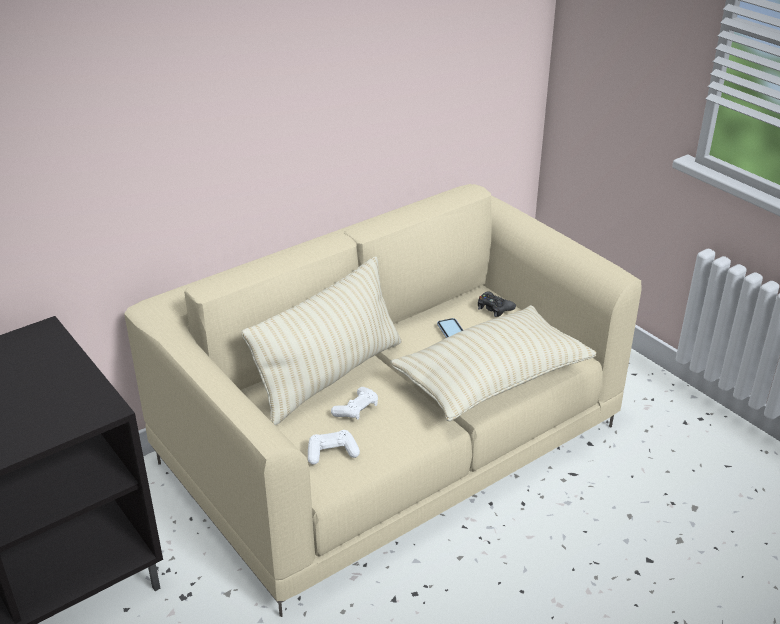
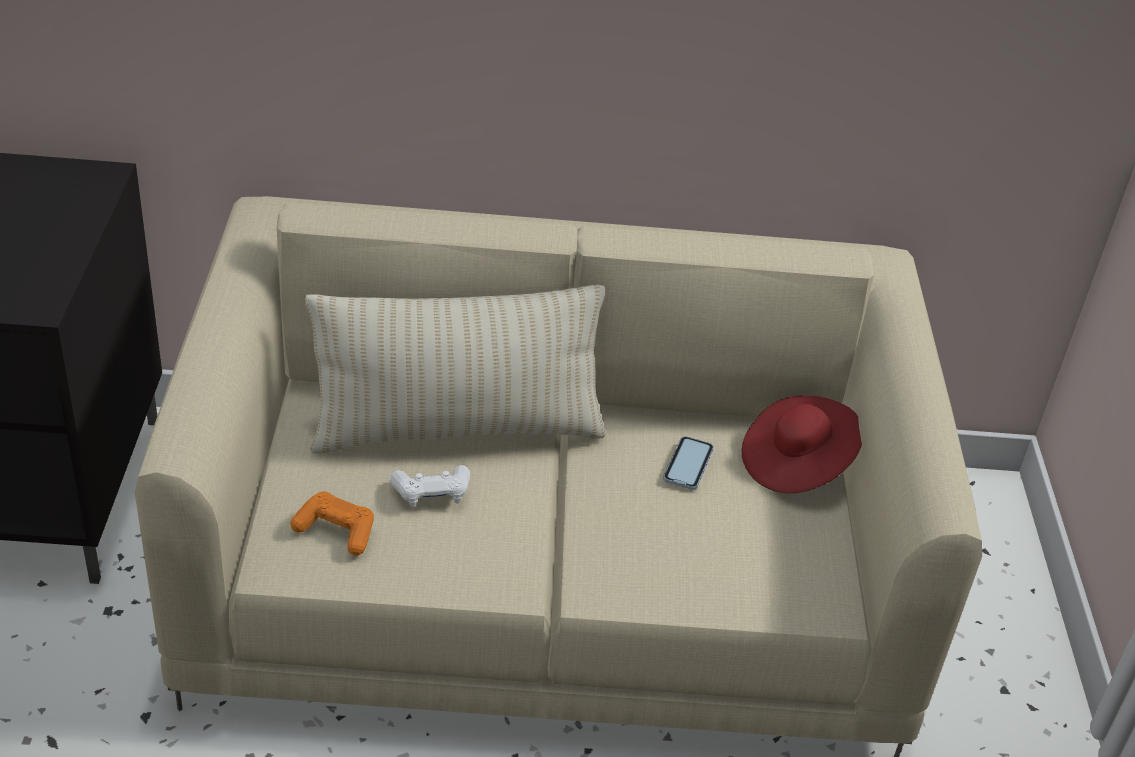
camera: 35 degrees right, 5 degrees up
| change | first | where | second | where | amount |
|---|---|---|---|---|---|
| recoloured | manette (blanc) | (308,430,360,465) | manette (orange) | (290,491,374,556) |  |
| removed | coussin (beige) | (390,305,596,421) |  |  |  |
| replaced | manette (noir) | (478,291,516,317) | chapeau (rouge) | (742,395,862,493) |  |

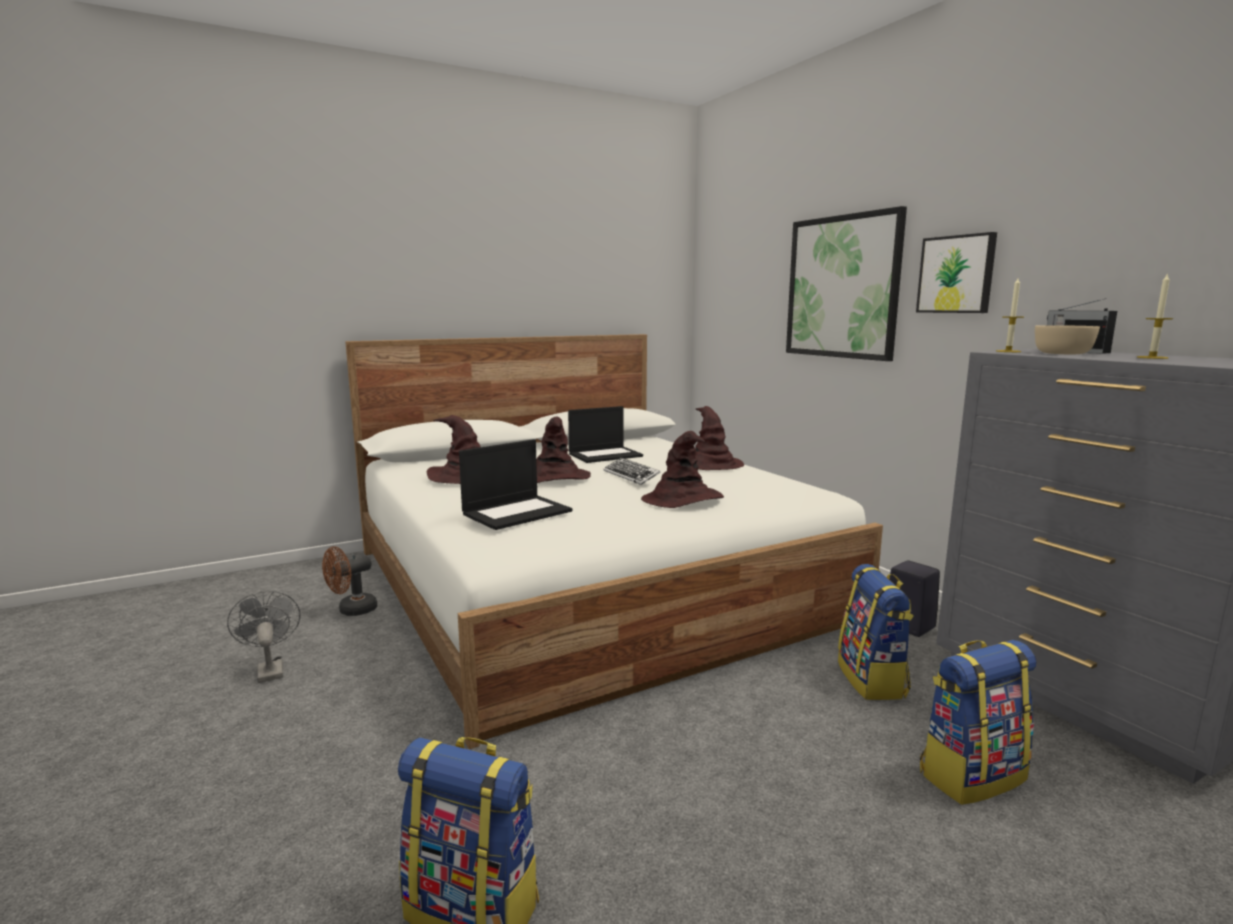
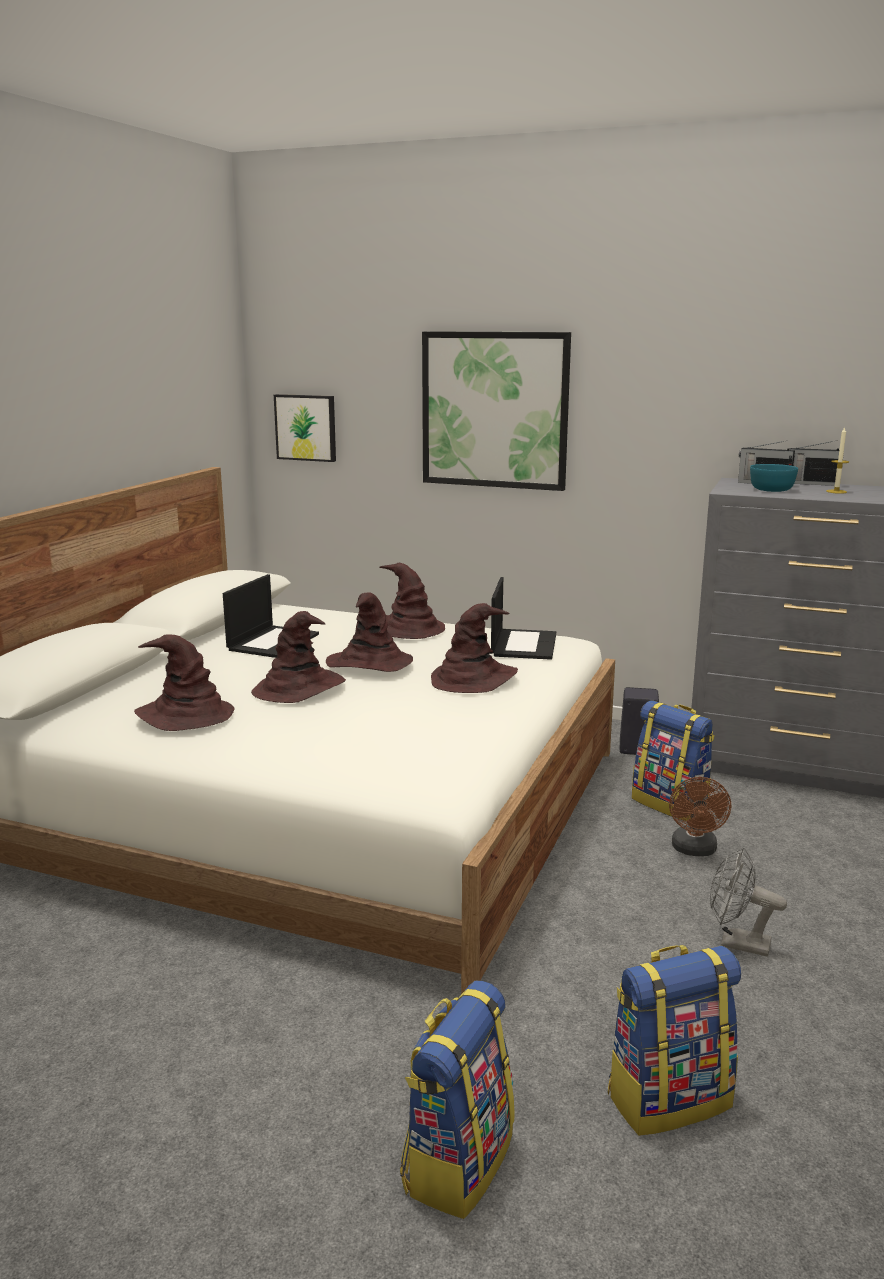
camera: 40 degrees left, 5 degrees up
| change | first | where | second | where | amount |
|---|---|---|---|---|---|
| moved | ventilateur (gris) | (227,591,300,683) |  | (710,848,787,957) |  |
| moved | ventilateur (marron) | (322,546,377,616) |  | (669,777,731,856) |  |
| moved | ordinateur portable | (459,439,572,530) |  | (491,577,556,660) |  |
| replaced | clavier | (604,458,661,485) | chapeau (marron) | (326,592,413,672) |  |
| moved | tableau | (916,232,997,313) |  | (274,394,336,462) |  |
| moved | sac à dos | (920,640,1037,805) |  | (400,981,514,1219) |  |
| removed | bougie | (996,278,1024,352) |  |  |  |
| recoloured | bol (beige) | (1035,325,1100,354) | bol (turquoise) | (750,464,798,492) |  |
| added |  |  | radio | (790,440,844,486) |  |

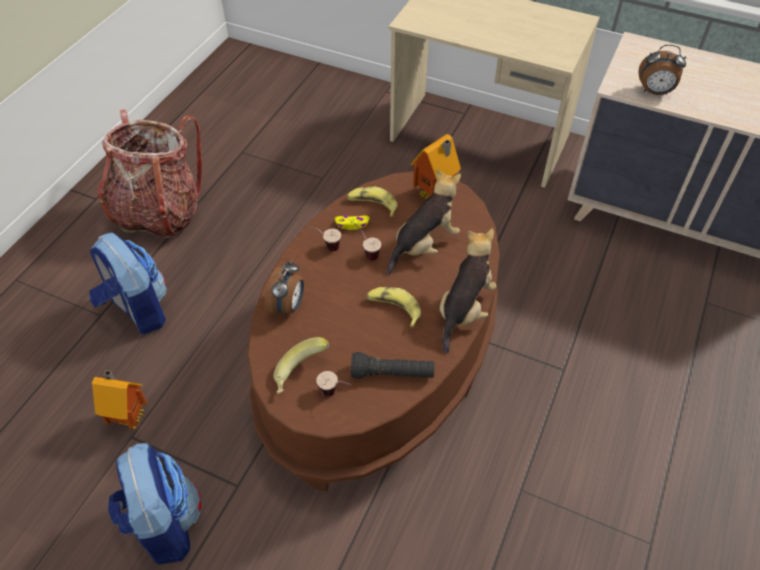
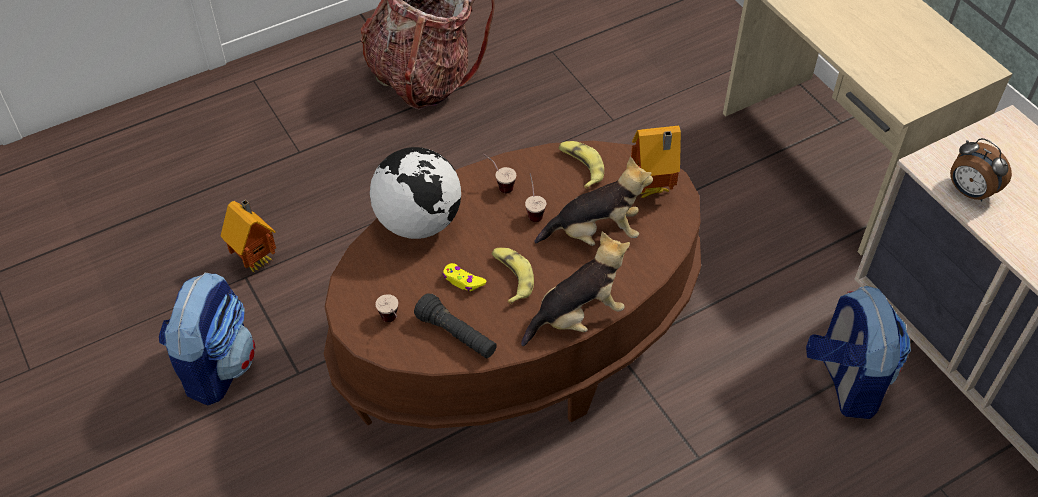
camera: 35 degrees right, 0 degrees up
| change | first | where | second | where | amount |
|---|---|---|---|---|---|
| moved | sac à dos | (89,233,167,335) |  | (806,286,911,419) |  |
| replaced | réveil | (265,260,304,316) | globe | (370,147,461,239) |  |
| removed | banane | (274,337,329,394) |  |  |  |
| moved | manette (jaune) | (335,215,370,230) |  | (442,263,486,291) |  |

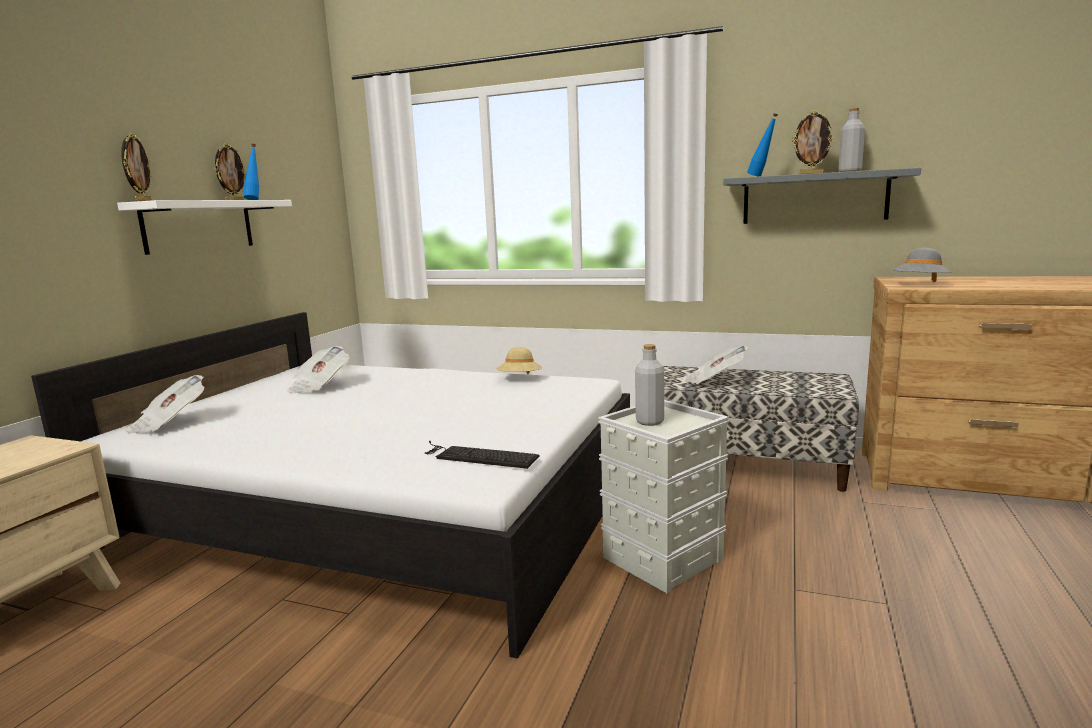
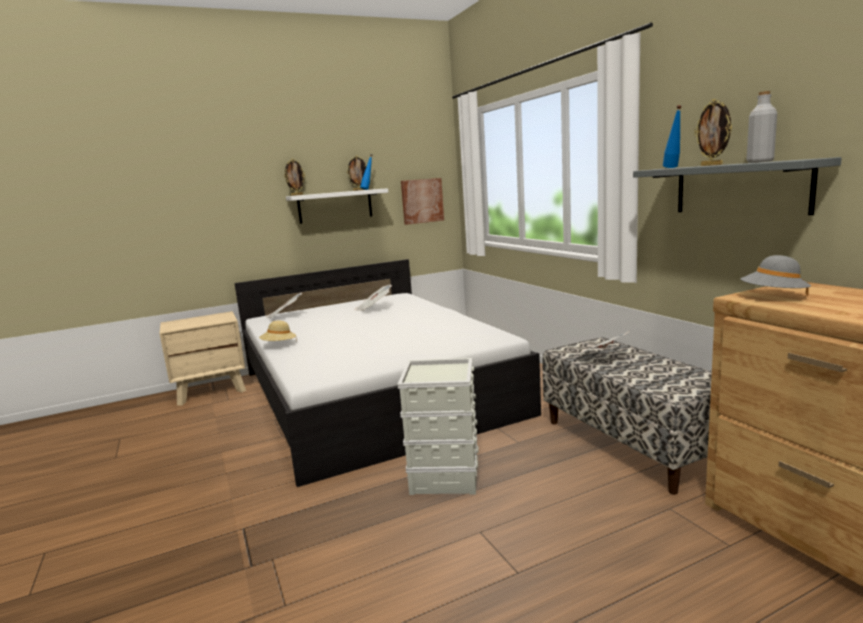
camera: 45 degrees right, 0 degrees up
| change | first | where | second | where | amount |
|---|---|---|---|---|---|
| removed | clavier | (424,441,540,469) |  |  |  |
| moved | chapeau (beige) | (496,347,542,374) |  | (259,321,297,341) |  |
| removed | bouteille (gris) | (635,344,664,426) |  |  |  |
| added |  |  | tableau | (401,178,444,225) |  |

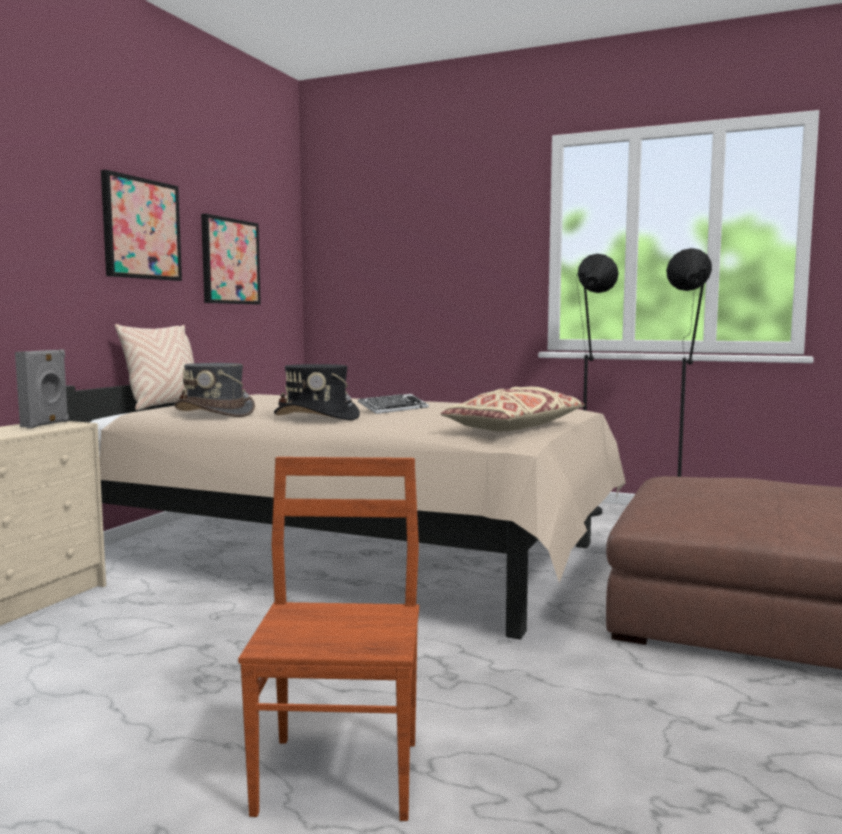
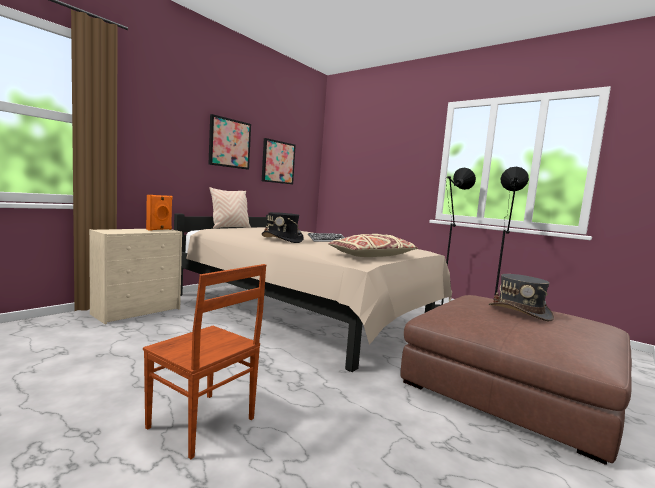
camera: 15 degrees right, 0 degrees up
| change | first | where | second | where | amount |
|---|---|---|---|---|---|
| recoloured | enceinte (gris) | (15,349,69,428) | enceinte (orange) | (146,195,173,231) |  |
| moved | chapeau (gris) | (175,363,255,417) |  | (489,274,554,321) |  |
| turned | chaise (marron) | (238,457,419,821) |  | (143,264,266,459) | 105 degrees clockwise |

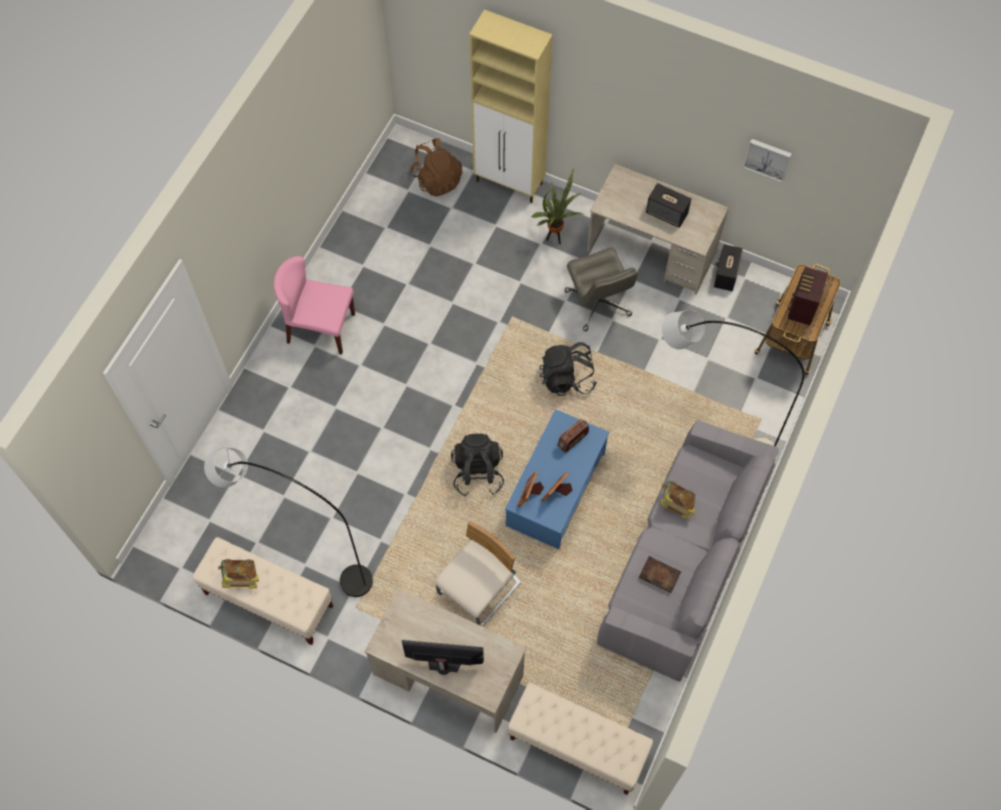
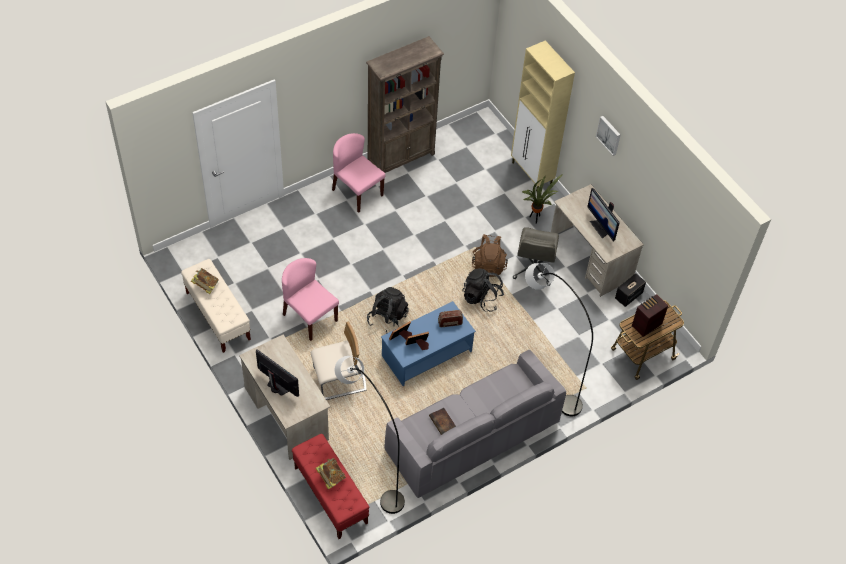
camera: 30 degrees right, 10 degrees down
| change | first | where | second | where | amount |
|---|---|---|---|---|---|
| moved | lampadaire (gris) | (204,448,373,597) |  | (335,356,405,514) |  |
| moved | sac à dos (marron) | (410,138,462,197) |  | (472,234,508,277) |  |
| recoloured | banc (beige) | (508,683,653,795) | banc (rouge) | (292,434,369,539) |  |
| replaced | enceinte | (646,183,692,228) | écran d'ordinateur | (587,188,620,242) |  |
| moved | livre | (660,480,695,520) |  | (315,458,346,490) |  |
| moved | tableau | (743,139,792,182) |  | (596,116,620,156) |  |
| added |  |  | chaise (rose) | (282,258,339,341) |  |
| added |  |  | bibliothèque (marron) | (366,36,444,173) |  |

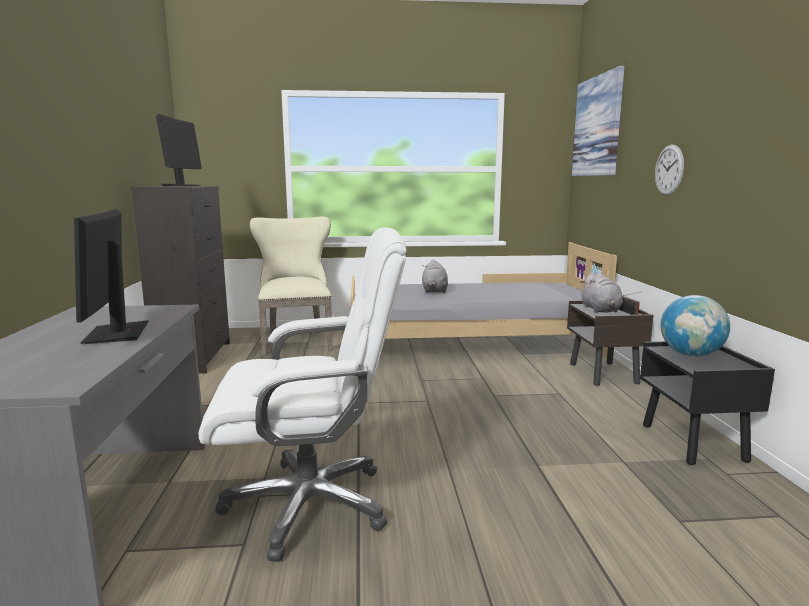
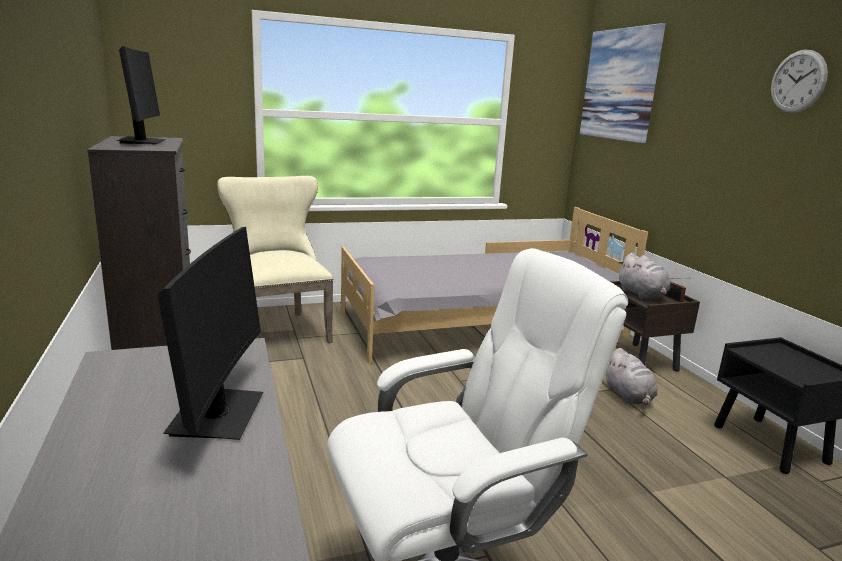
camera: 15 degrees left, 5 degrees up
| change | first | where | second | where | amount |
|---|---|---|---|---|---|
| turned | écran d'ordinateur | (74,209,149,344) |  | (157,227,263,440) | 150 degrees counterclockwise |
| moved | peluche (gris) | (422,259,448,293) |  | (606,348,658,405) |  |
| moved | horloge murale | (655,145,684,196) |  | (771,49,828,113) |  |
| removed | globe | (660,295,730,357) |  |  |  |

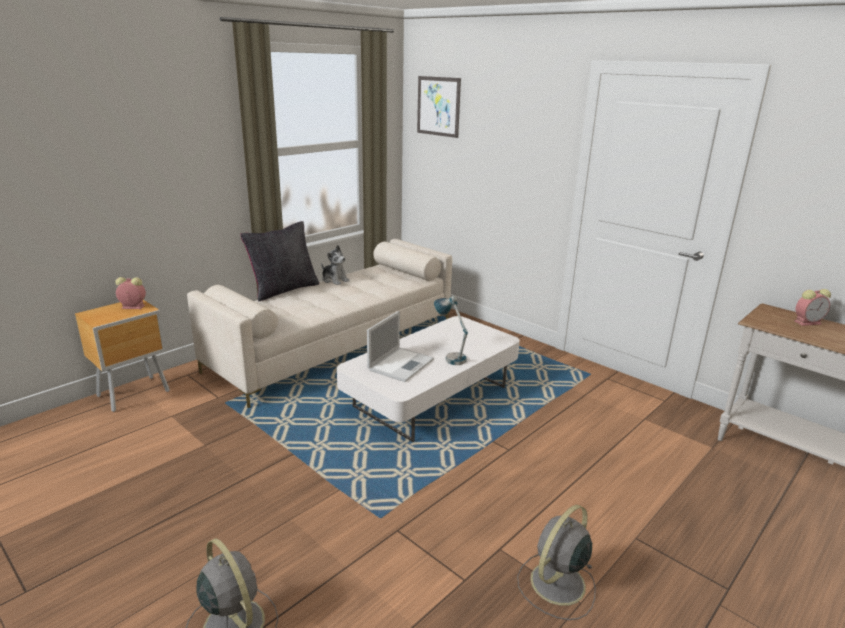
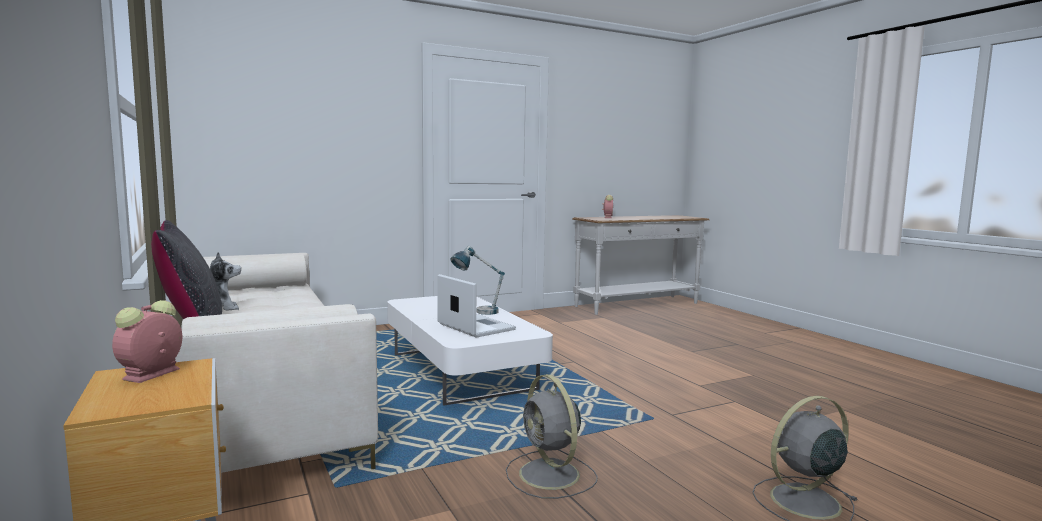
camera: 70 degrees left, 15 degrees down
| change | first | where | second | where | amount |
|---|---|---|---|---|---|
| removed | tableau | (417,76,461,138) |  |  |  |
| moved | ventilateur (gris) | (517,505,596,620) |  | (506,374,598,499) |  |

